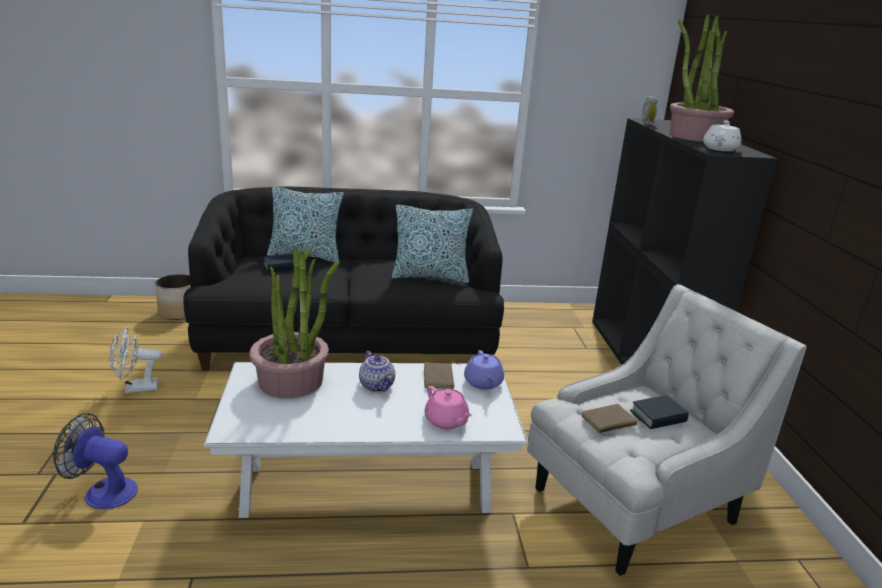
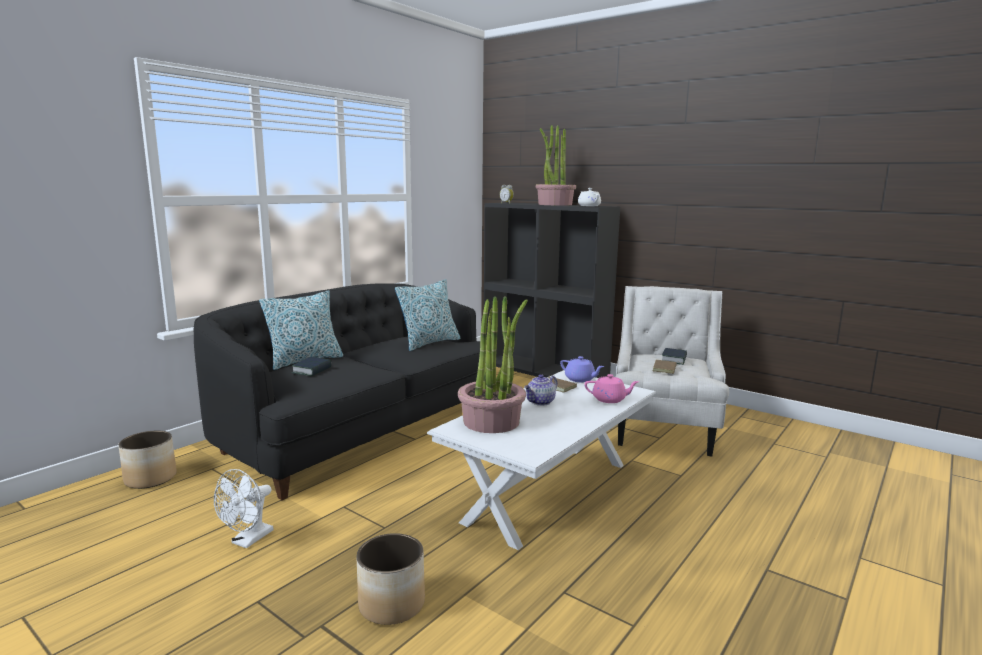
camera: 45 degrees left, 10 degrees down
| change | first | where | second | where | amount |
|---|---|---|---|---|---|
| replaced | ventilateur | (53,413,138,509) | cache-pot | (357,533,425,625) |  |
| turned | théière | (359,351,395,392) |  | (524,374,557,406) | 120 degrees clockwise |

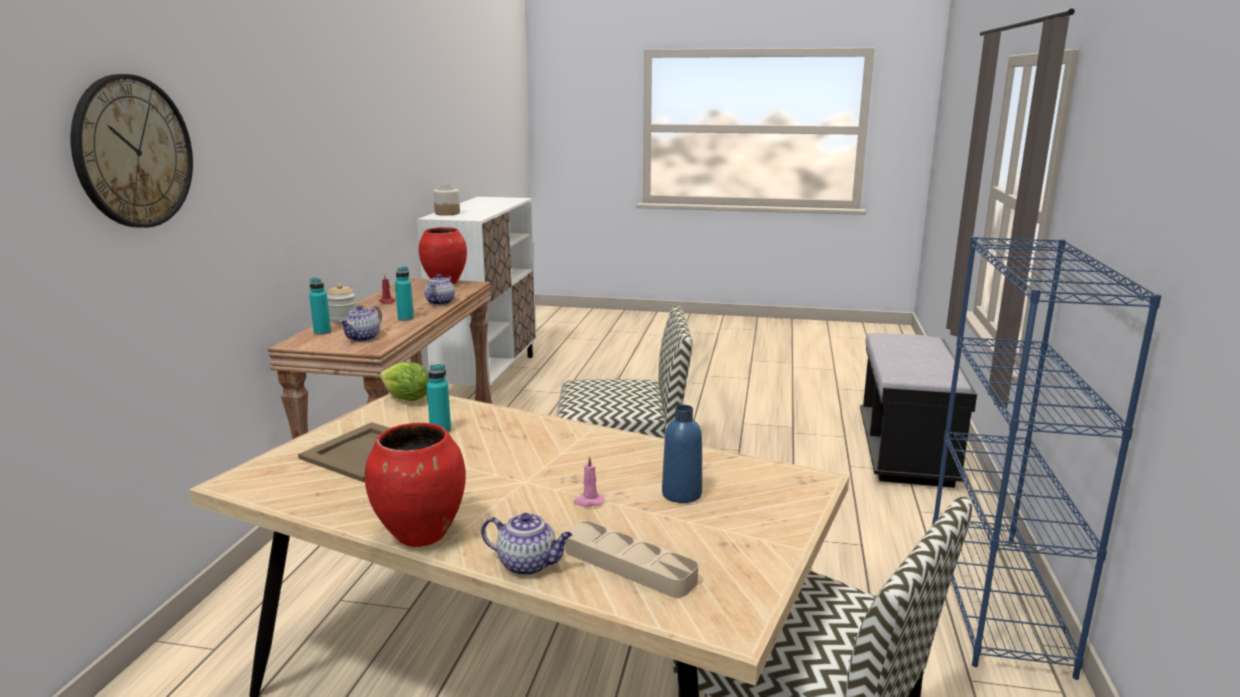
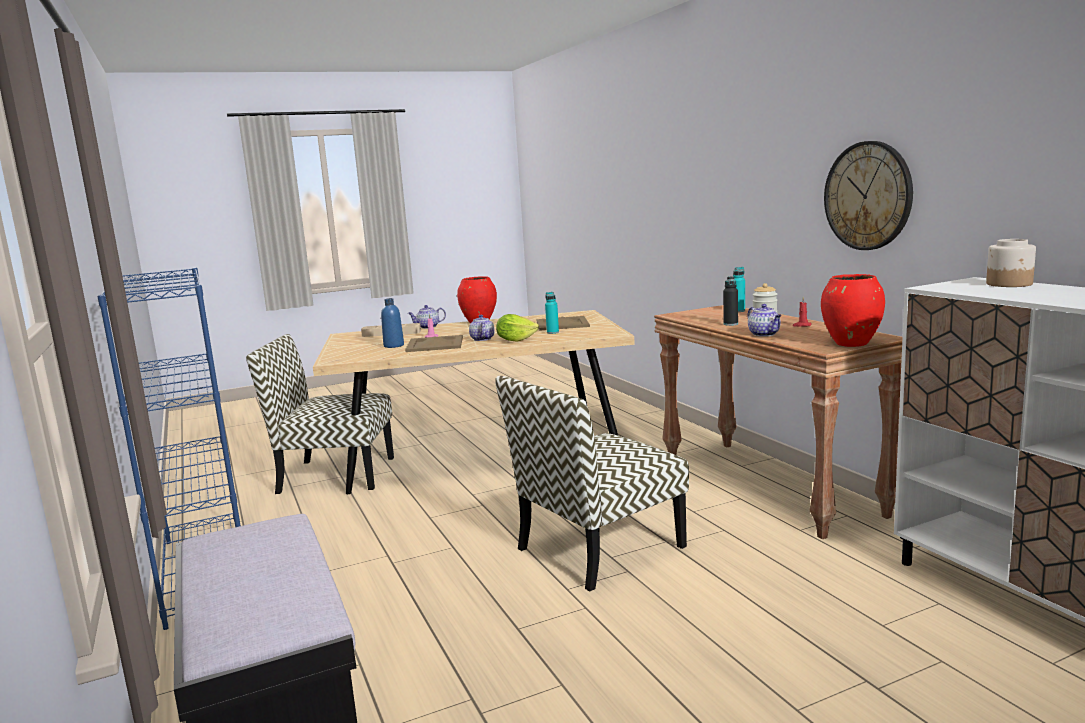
camera: 145 degrees right, 5 degrees down
| change | first | where | second | where | amount |
|---|---|---|---|---|---|
| moved | horloge murale | (71,74,193,228) |  | (824,141,913,250) |  |
| moved | théière | (339,305,382,342) |  | (469,315,495,341) |  |
| moved | laitue | (380,362,429,401) |  | (496,314,539,342) |  |
| recoloured | bouteille (turquoise) | (395,266,414,321) | bouteille (noir) | (723,276,738,326) |  |
| added |  |  | plateau (beige) | (405,335,463,352) |  |

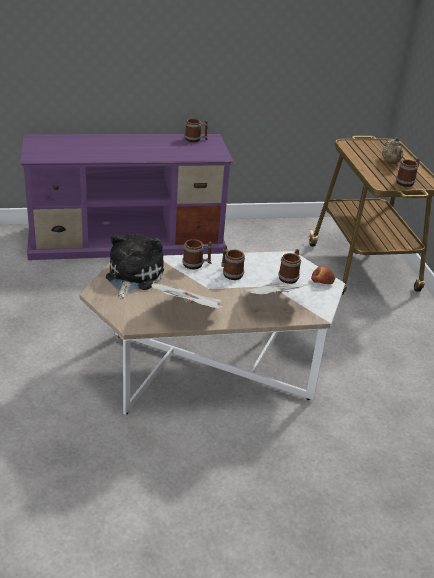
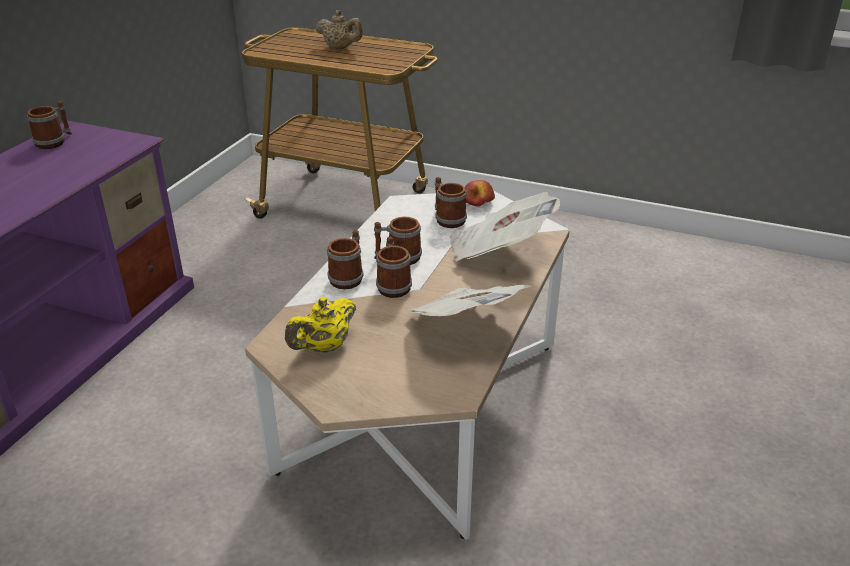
camera: 55 degrees left, 0 degrees up
| change | first | where | second | where | amount |
|---|---|---|---|---|---|
| replaced | peluche | (106,233,164,299) | théière (jaune) | (285,297,356,353) |  |
| moved | mug | (396,158,420,187) |  | (376,237,412,298) |  |

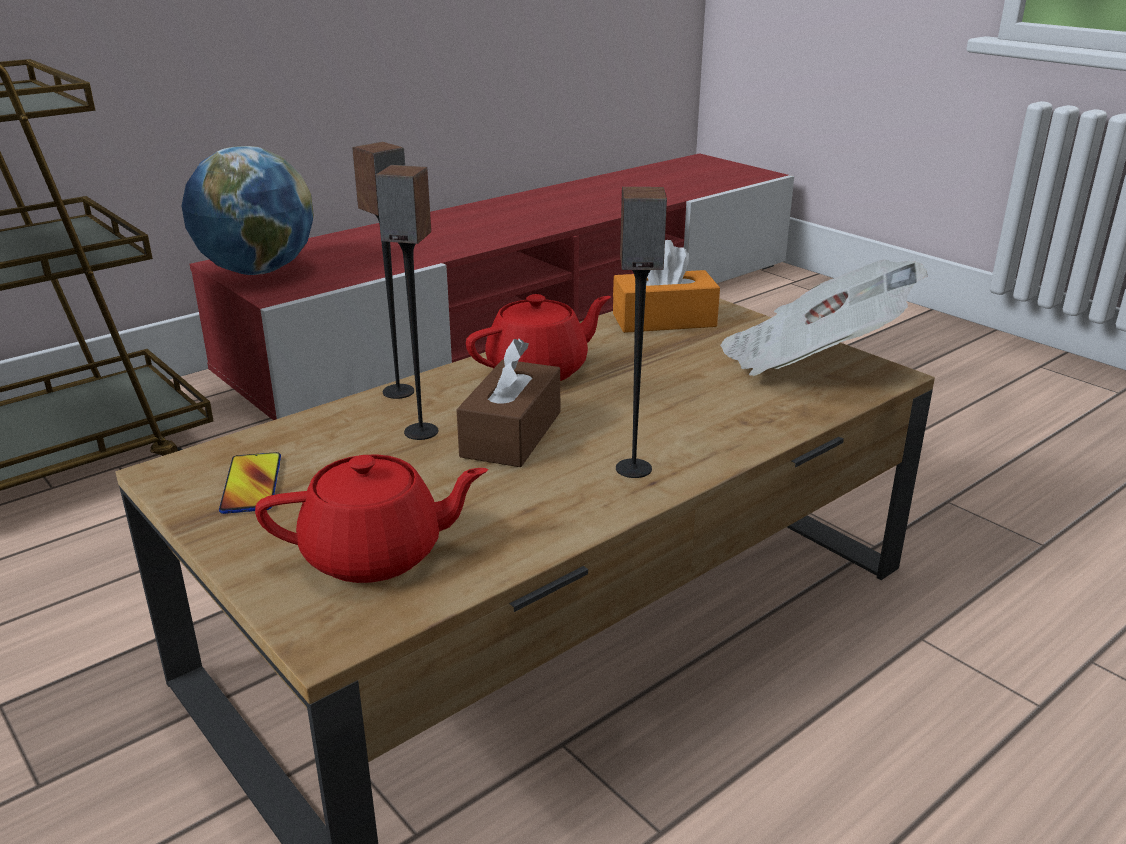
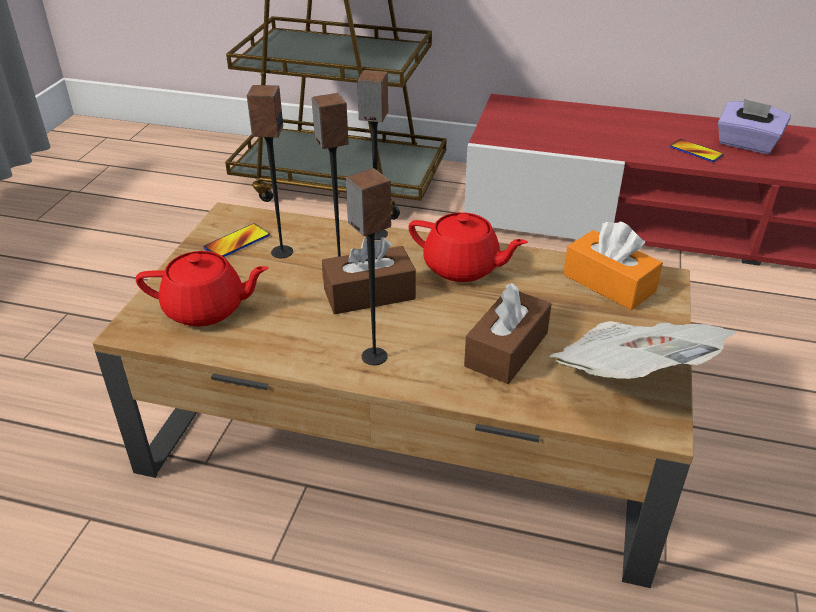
camera: 55 degrees right, 10 degrees up
| change | first | where | second | where | amount |
|---|---|---|---|---|---|
| removed | globe | (182,146,314,275) |  |  |  |
| turned | théière (rouge) | (255,454,488,583) |  | (136,251,269,326) | 45 degrees counterclockwise |
| added |  |  | enceinte | (247,85,293,258) |  |
| added |  |  | boîte à mouchoirs (marron) | (464,283,551,384) |  |
| added |  |  | téléphone | (670,139,724,162) |  |
| added |  |  | boîte à mouchoirs (violet) | (718,99,791,154) |  |

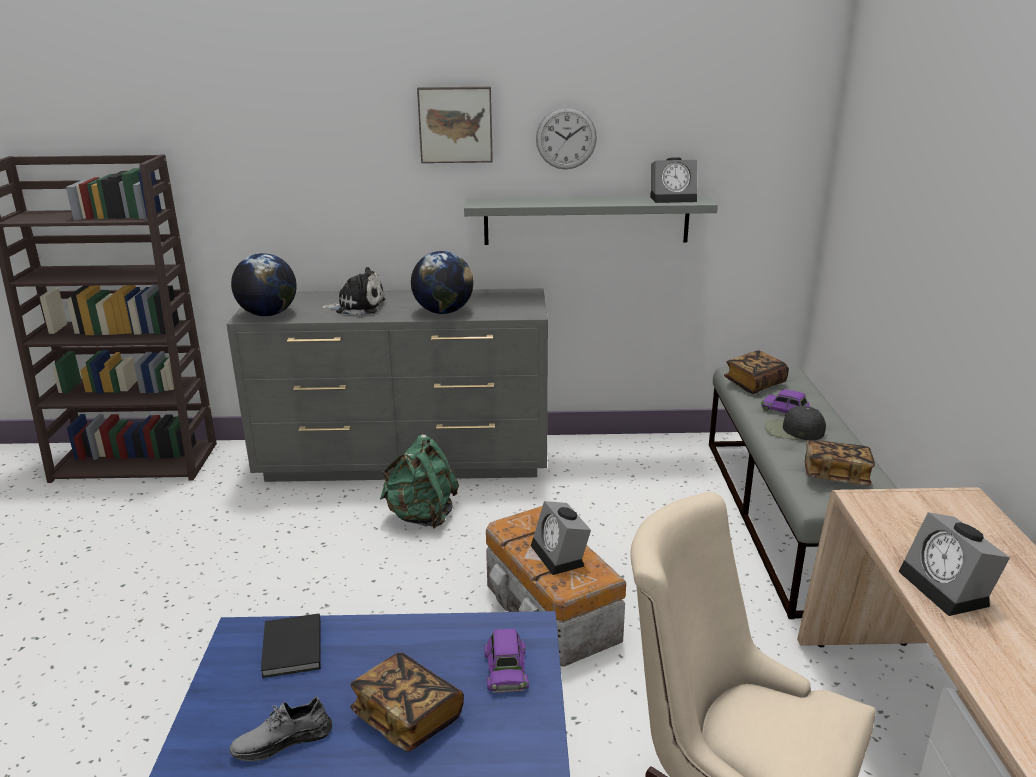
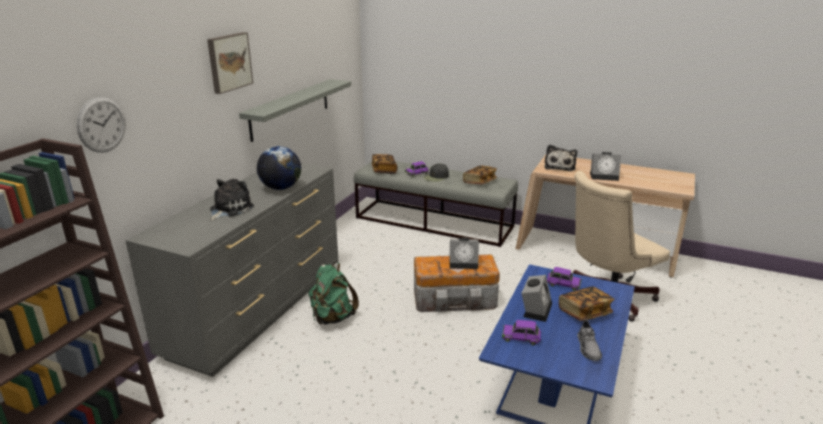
camera: 65 degrees left, 0 degrees up
| change | first | where | second | where | amount |
|---|---|---|---|---|---|
| removed | globe | (231,253,297,316) |  |  |  |
| replaced | livre (noir) | (261,614,321,678) | petite voiture (violet) | (502,320,541,346) |  |
| moved | horloge murale | (536,106,597,169) |  | (77,97,126,153) |  |
| moved | réveil | (650,157,697,203) |  | (521,275,552,322) |  |
| added |  |  | peluche | (544,145,577,171) |  |

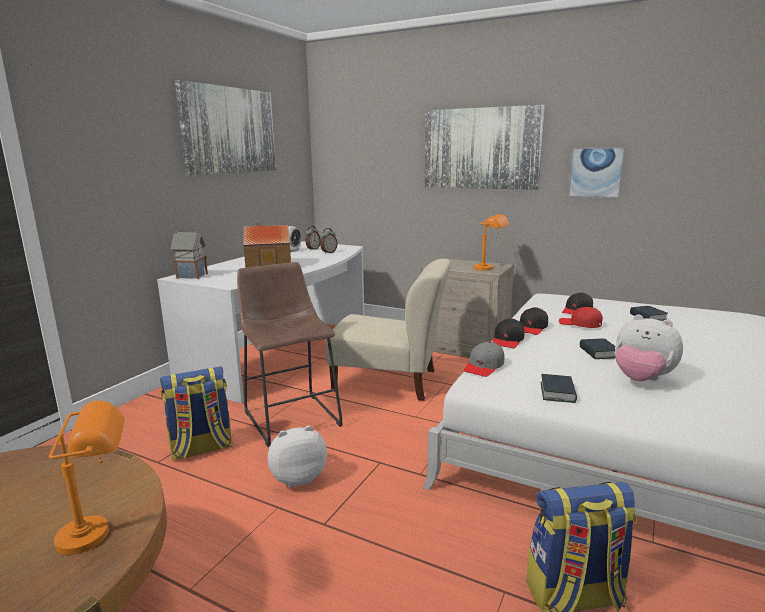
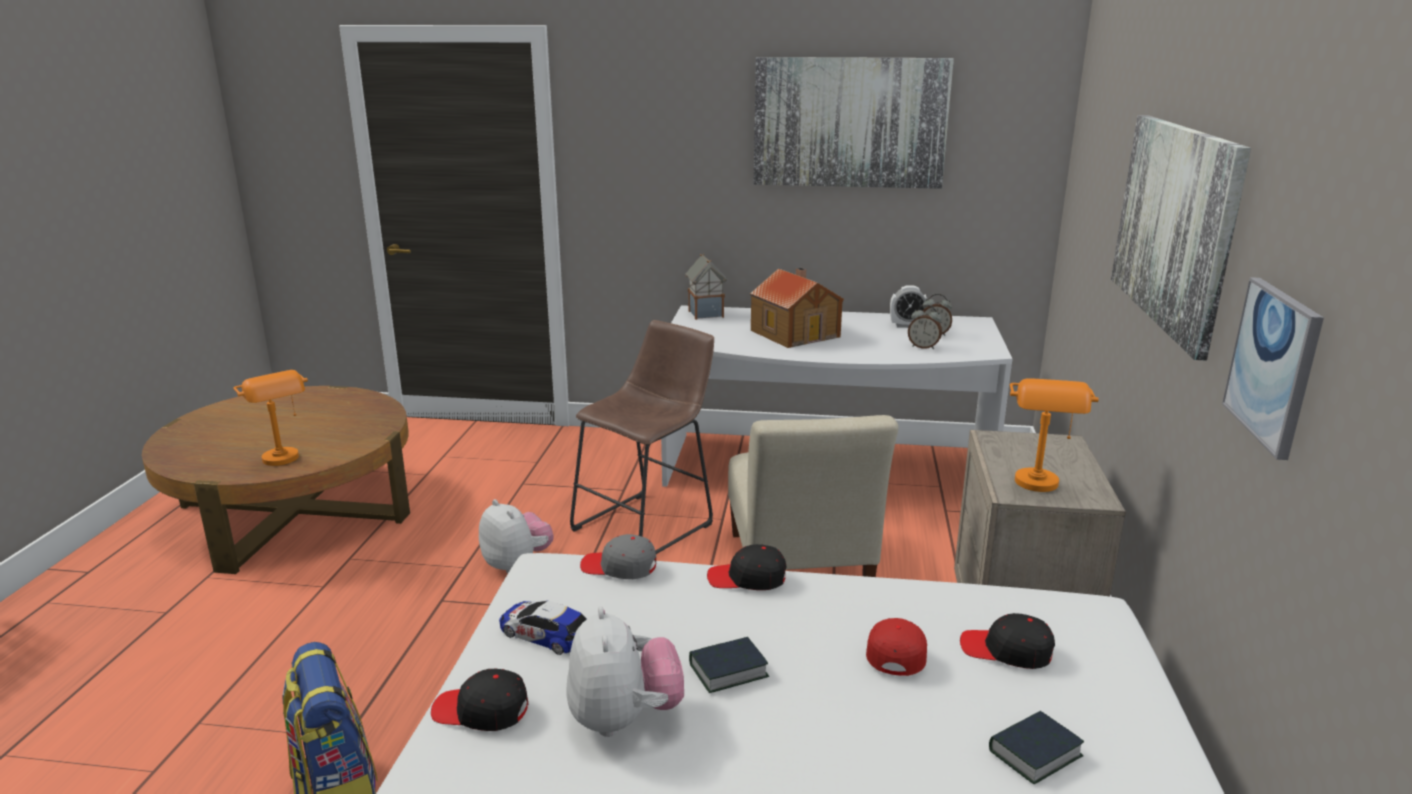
camera: 70 degrees right, 5 degrees up
| change | first | where | second | where | amount |
|---|---|---|---|---|---|
| removed | sac à dos | (160,366,233,461) |  |  |  |
| moved | casquette (noir) | (520,307,548,335) |  | (431,669,528,731) |  |
| replaced | livre | (541,374,577,403) | petite voiture | (499,600,587,655) |  |
| turned | peluche | (615,314,683,381) |  | (566,606,684,737) | 150 degrees clockwise |

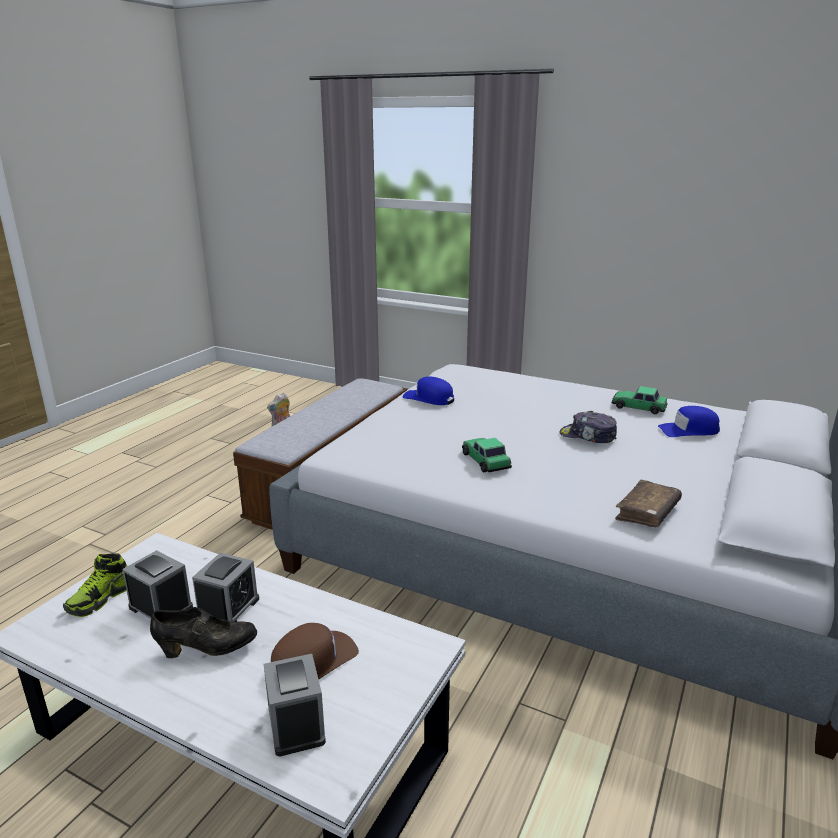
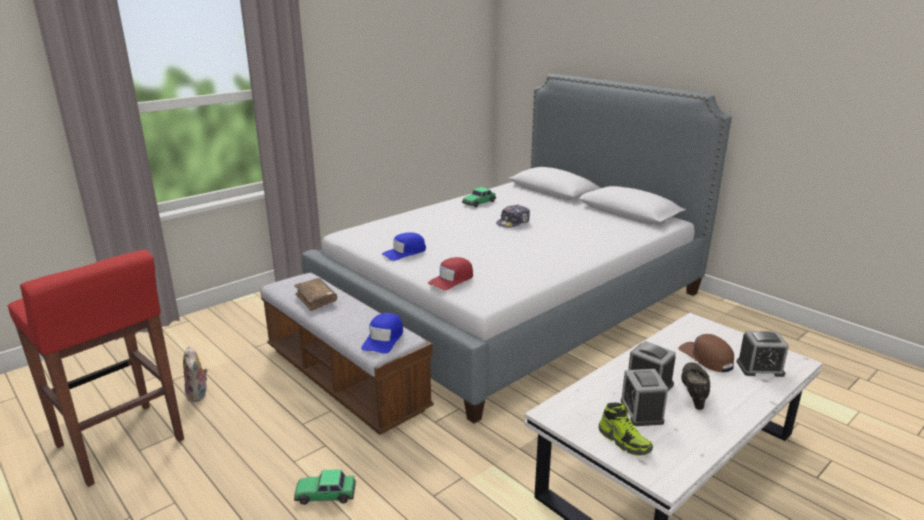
camera: 70 degrees left, 0 degrees up
| change | first | where | second | where | amount |
|---|---|---|---|---|---|
| turned | réveil | (122,550,193,619) |  | (621,369,668,426) | 60 degrees counterclockwise |
| moved | petite voiture | (462,438,512,472) |  | (294,469,356,505) |  |
| moved | livre (marron) | (615,480,682,527) |  | (294,278,337,311) |  |
| moved | casquette (bleu) | (658,406,720,437) |  | (361,313,403,354) |  |
| added |  |  | tabouret (rouge) | (8,250,184,487) |  |
| added |  |  | casquette (rouge) | (428,257,473,290) |  |

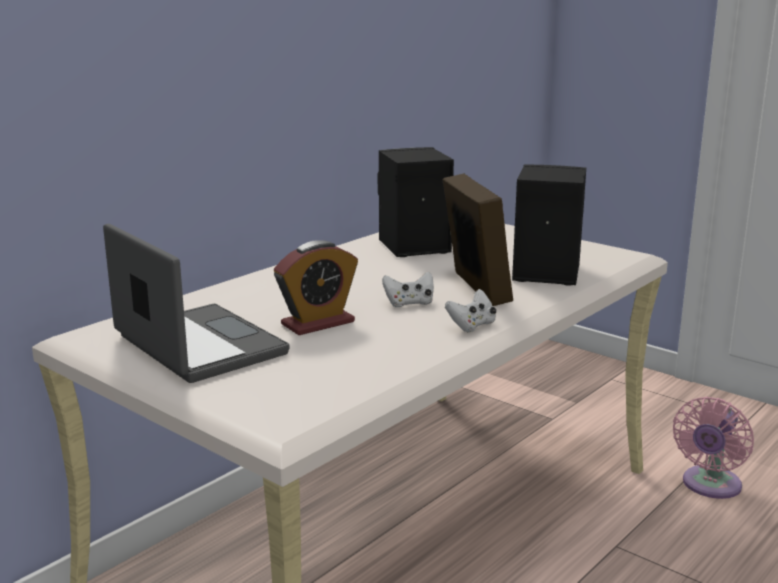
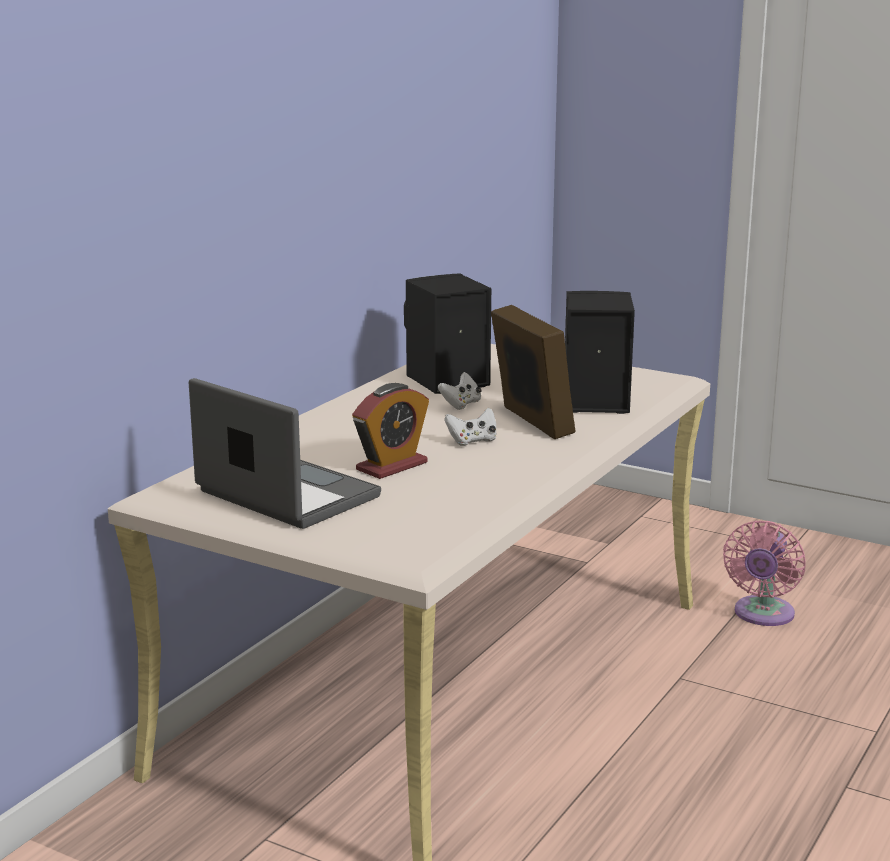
camera: 10 degrees left, 0 degrees up
| change | first | where | second | where | amount |
|---|---|---|---|---|---|
| moved | manette (blanc) | (445,289,496,332) |  | (438,372,482,410) |  |

